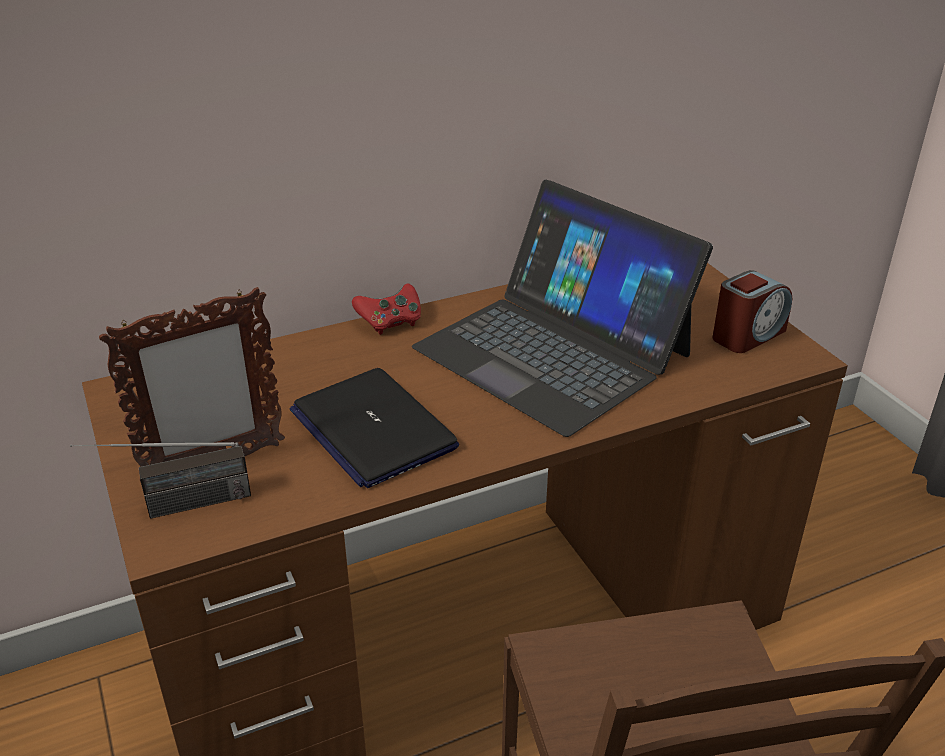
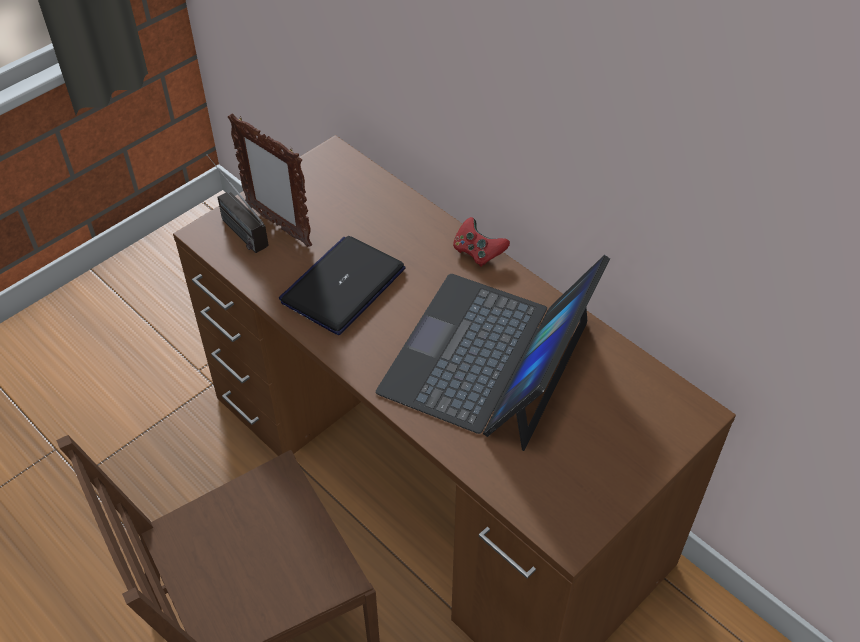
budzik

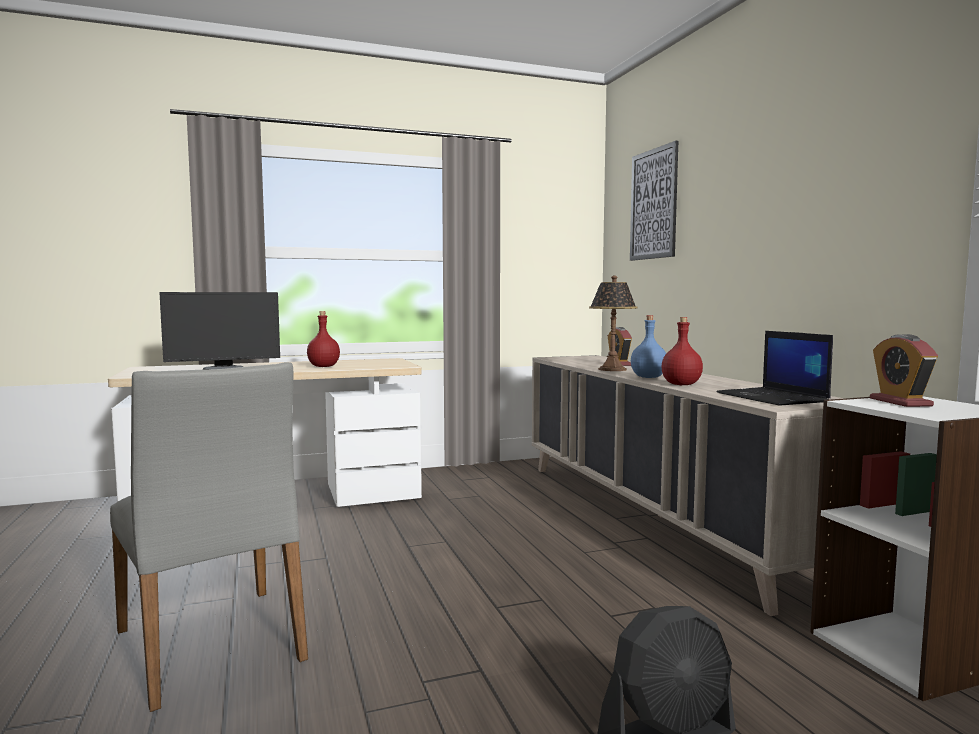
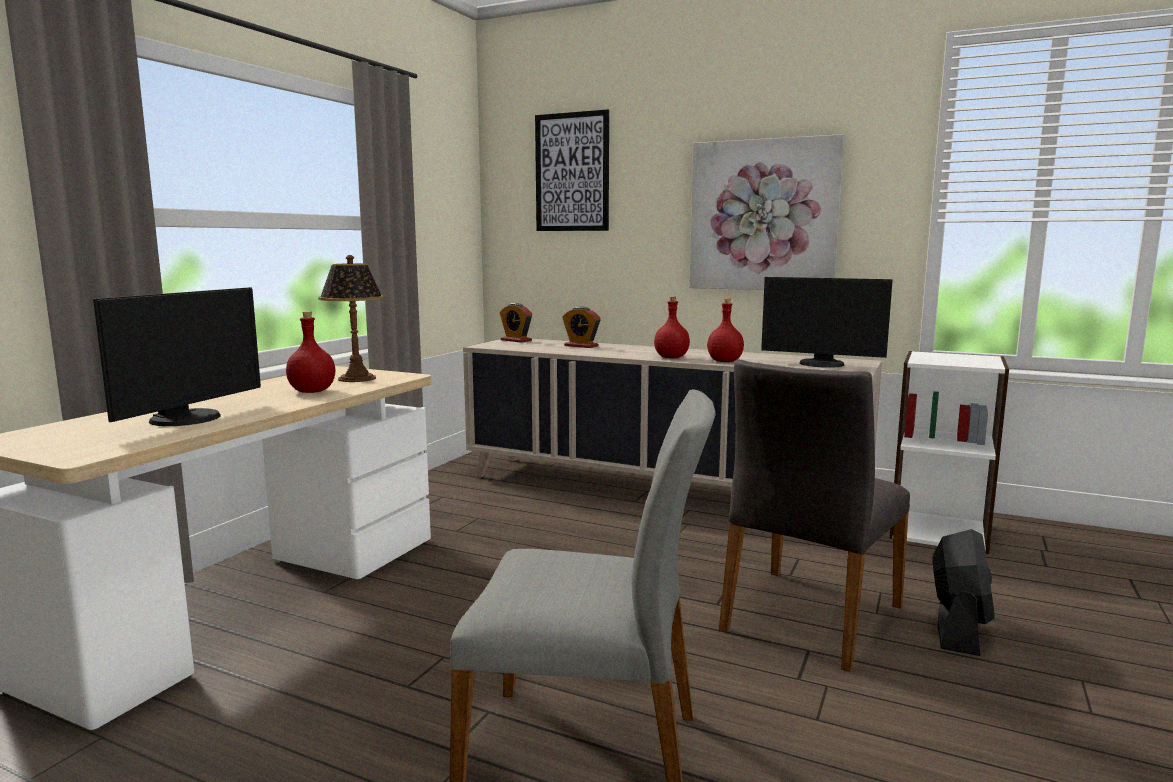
lampa stołowa
butelka (czerwony) (no. 2 from left)
monitor (no. 2 from left)
budzik (no. 1 from left)
obraz (no. 2 from left)
krzesło (szary) (no. 2 from left)

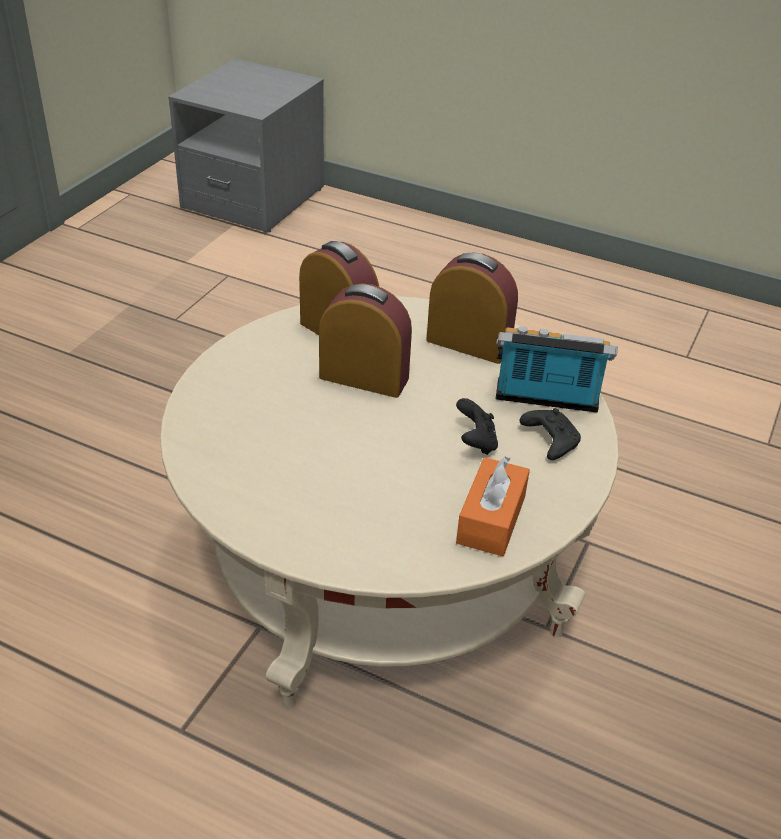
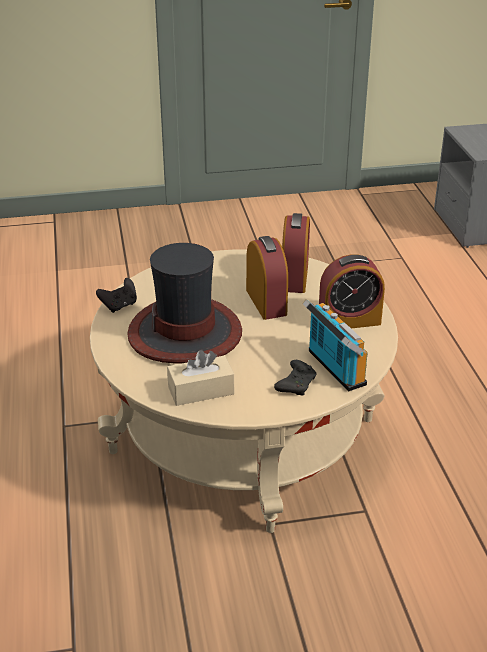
budzik (no. 3 from left)
pad do gier (czarny) (no. 1 from left)
pudełko chusteczek (beżowy)
kapelusz

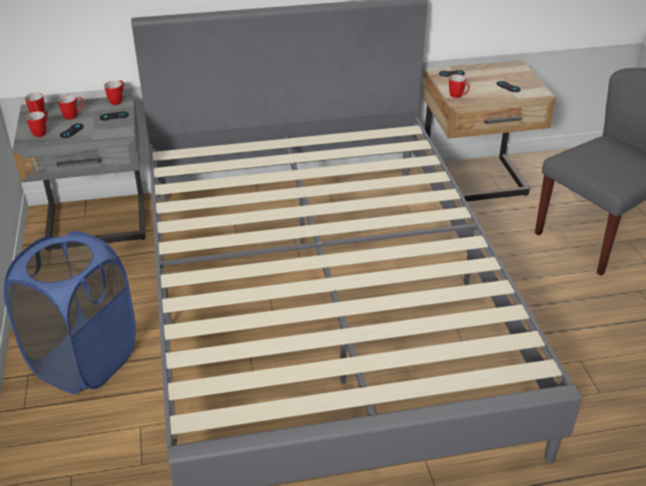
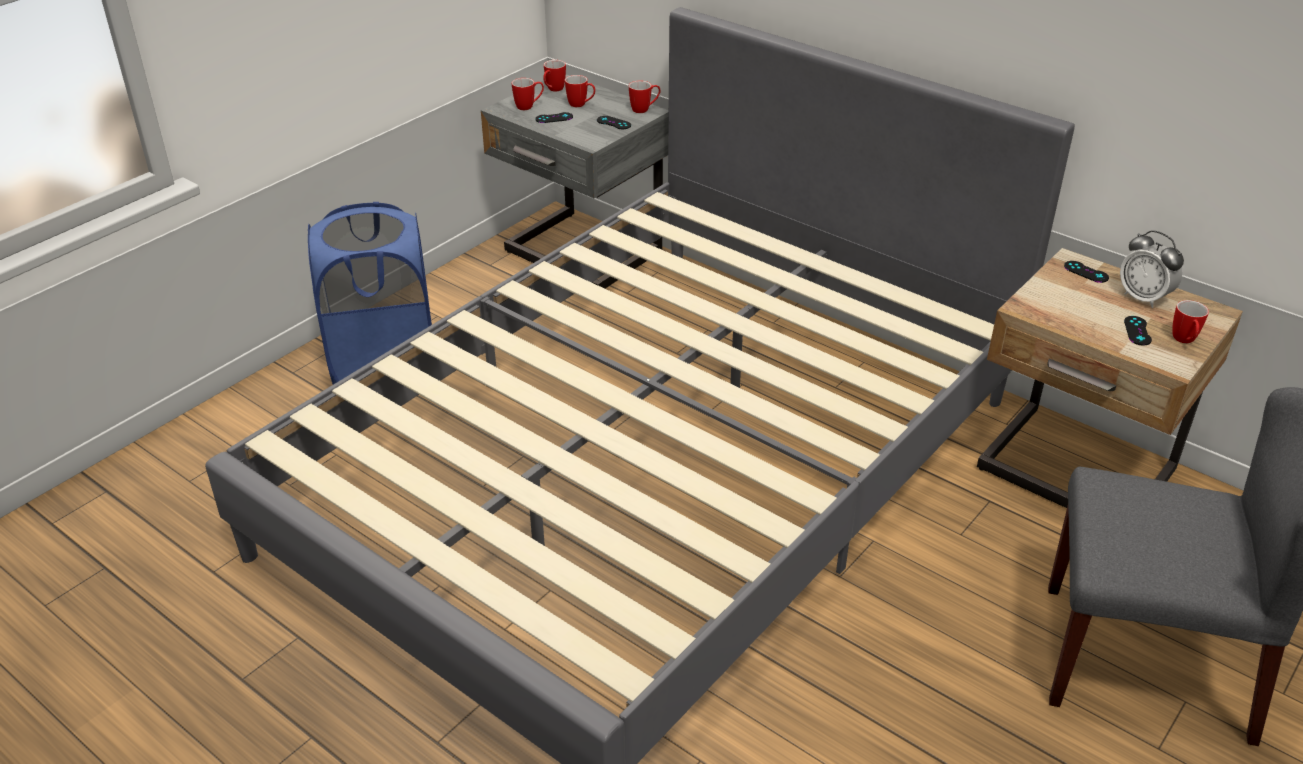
kubek (no. 5 from left)
budzik

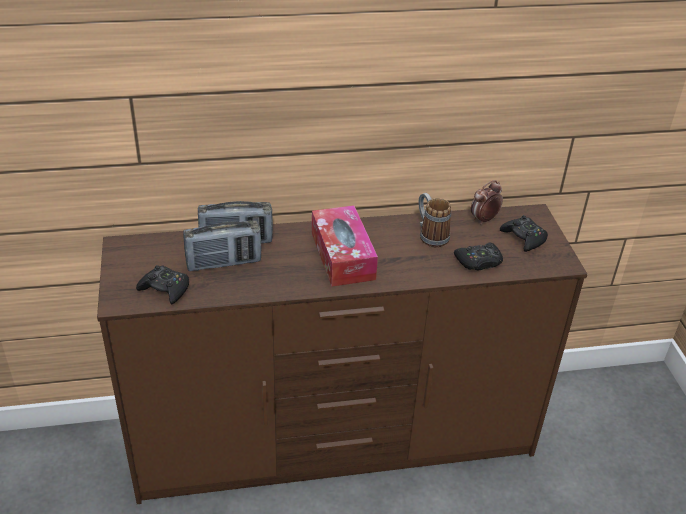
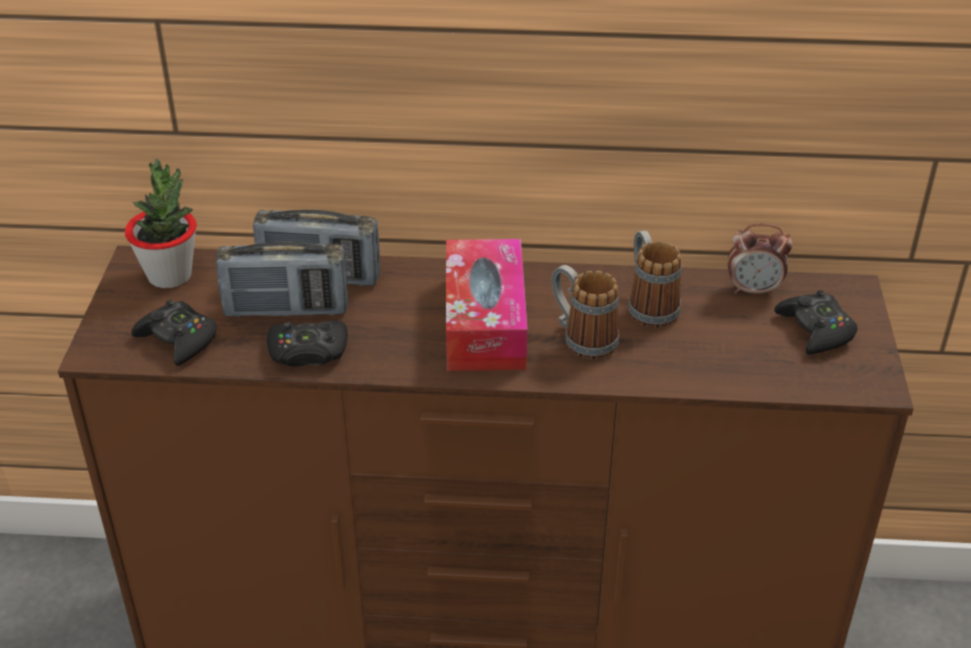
pad do gier (czarny) (no. 2 from left)
budzik
roślina doniczkowa
kubek (no. 1 from left)

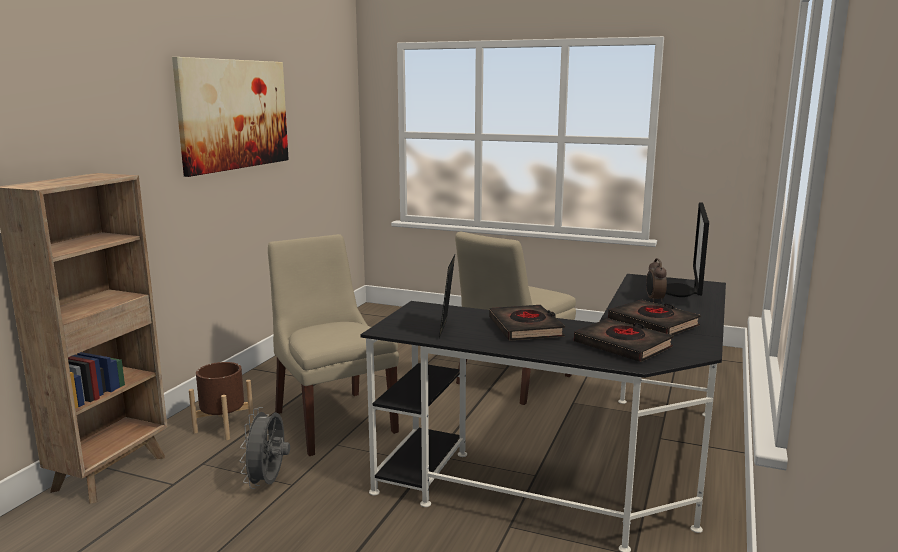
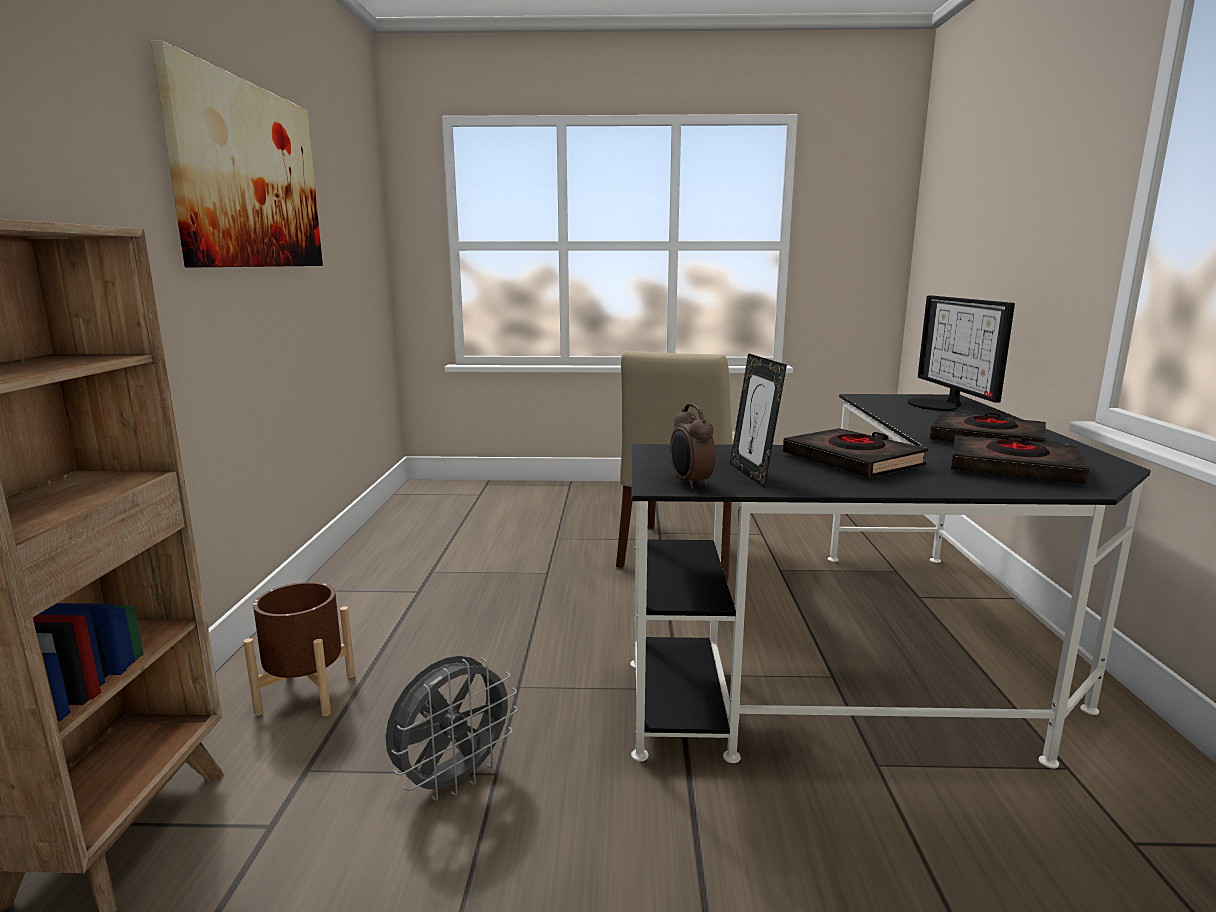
wentylator (szary)
krzesło (beżowy) (no. 1 from left in the first image)
budzik

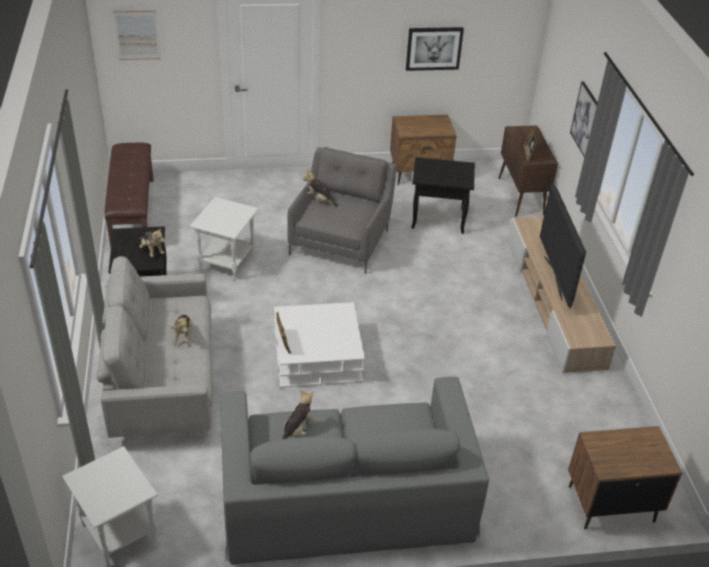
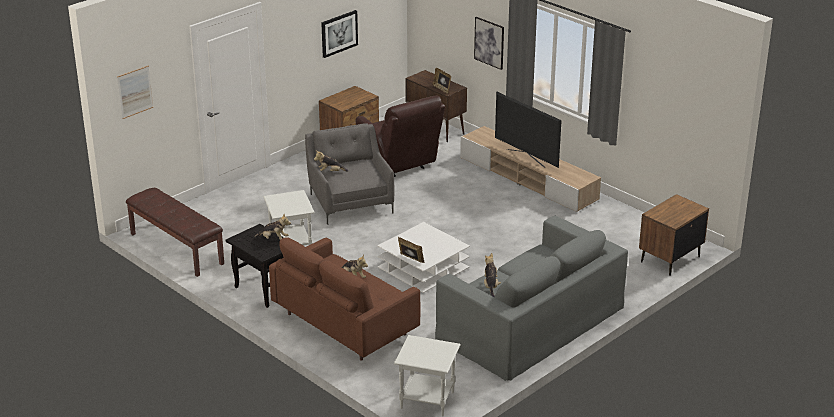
kanapa (brązowy)
fotel (brązowy)

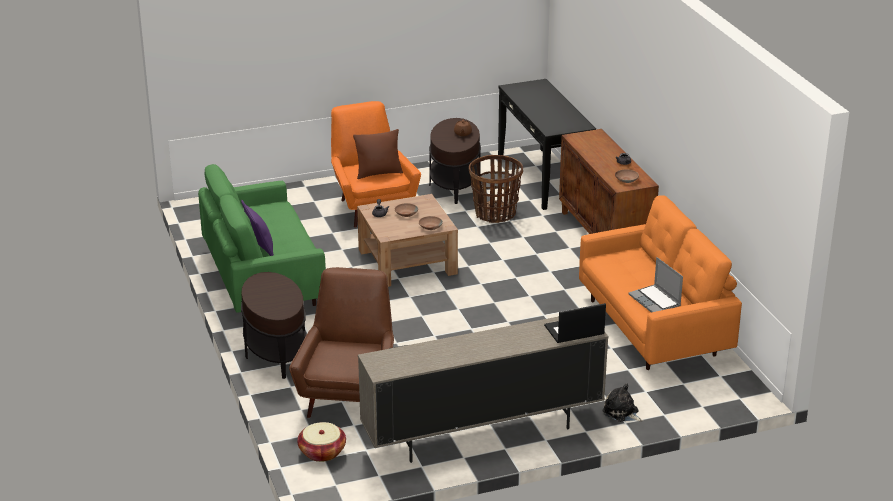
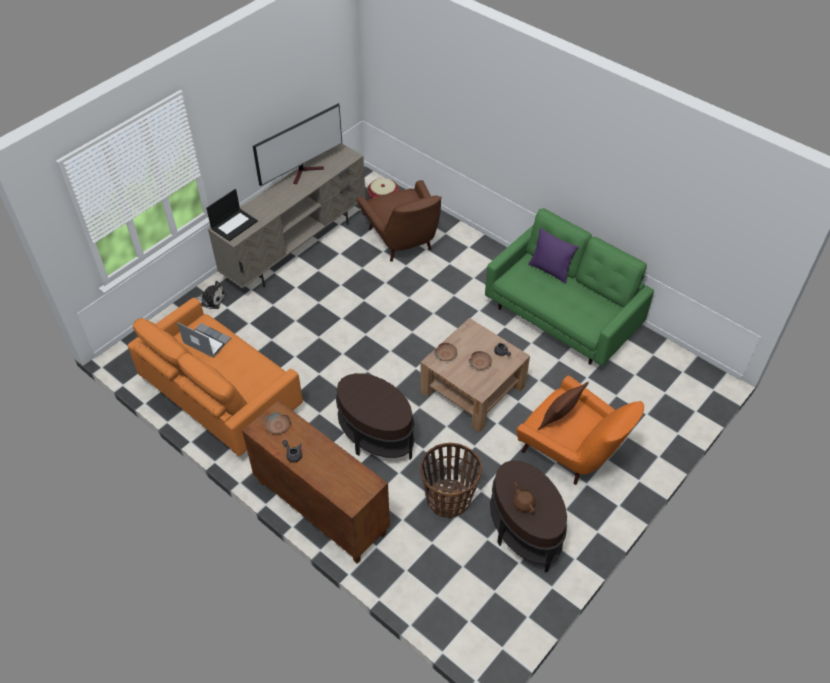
stolik (brązowy) (no. 1 from left)
stolik konsolowy (czarny)
telewizor

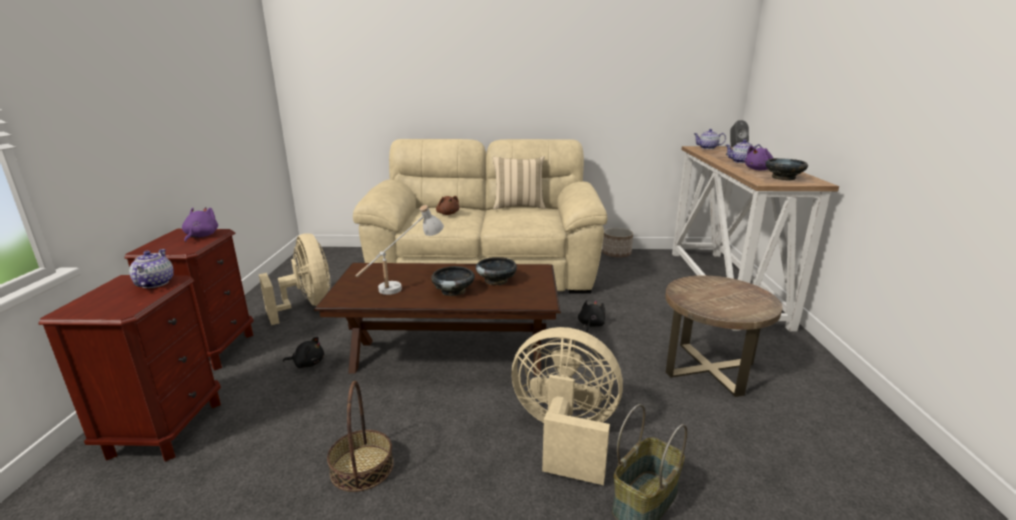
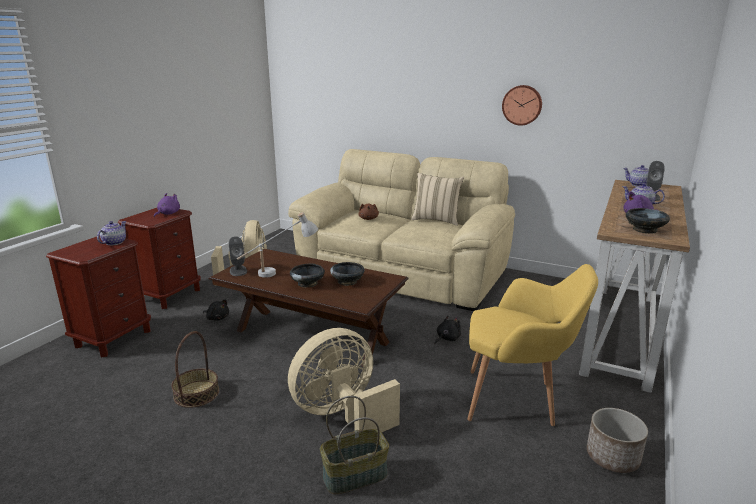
wentylator (beżowy) (no. 2 from left)
donica
fotel (żółty)
głośnik (szary) (no. 1 from left)
zegar ścienny

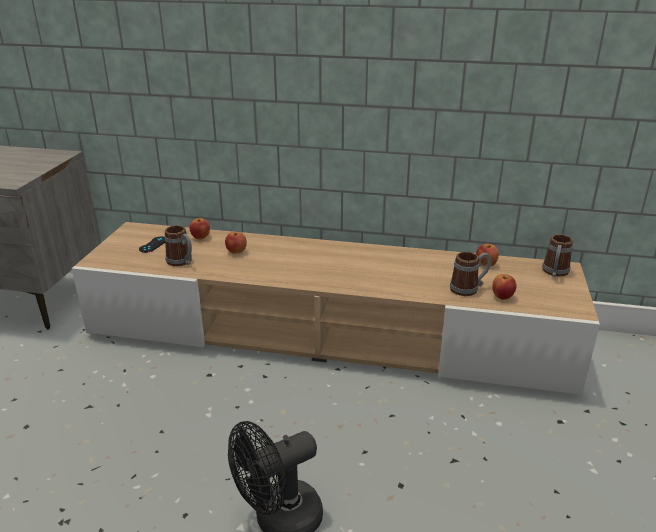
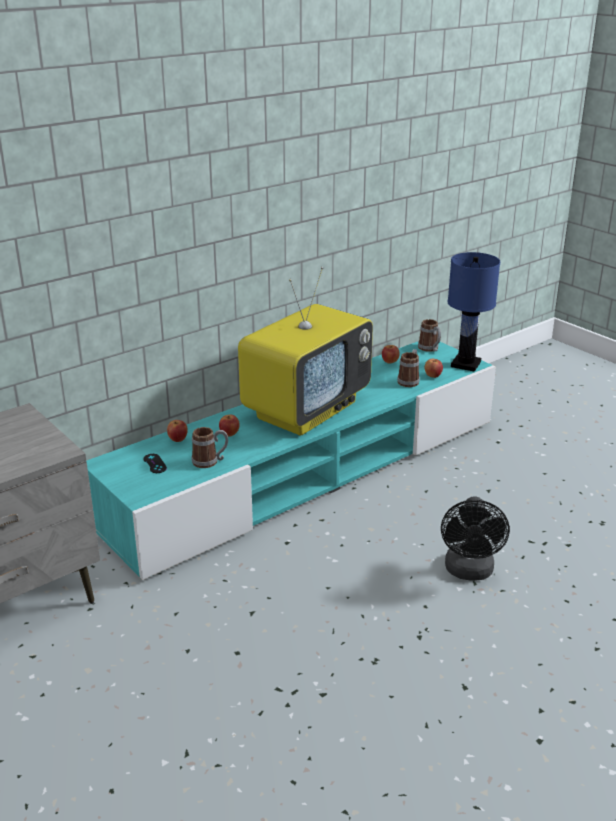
szafka pod telewizor (turkusowy)
telewizor
lampa stołowa (niebieski)

